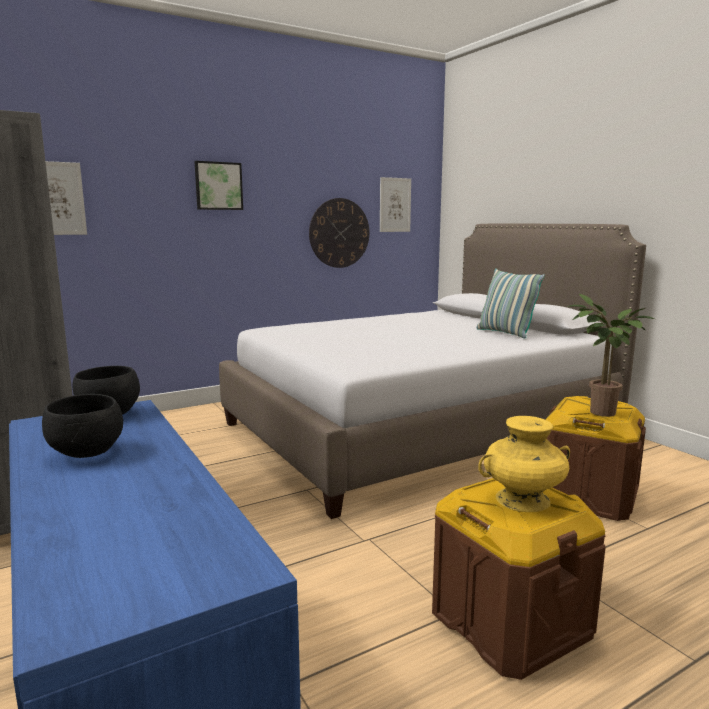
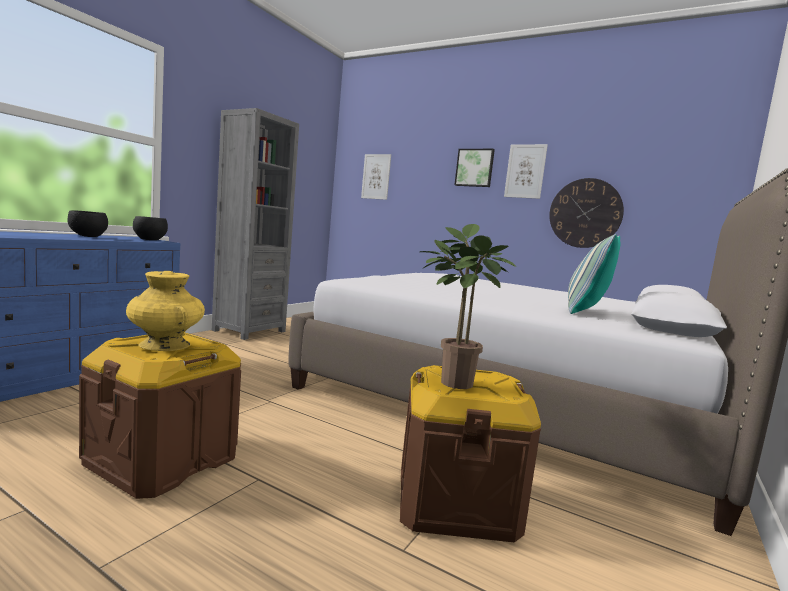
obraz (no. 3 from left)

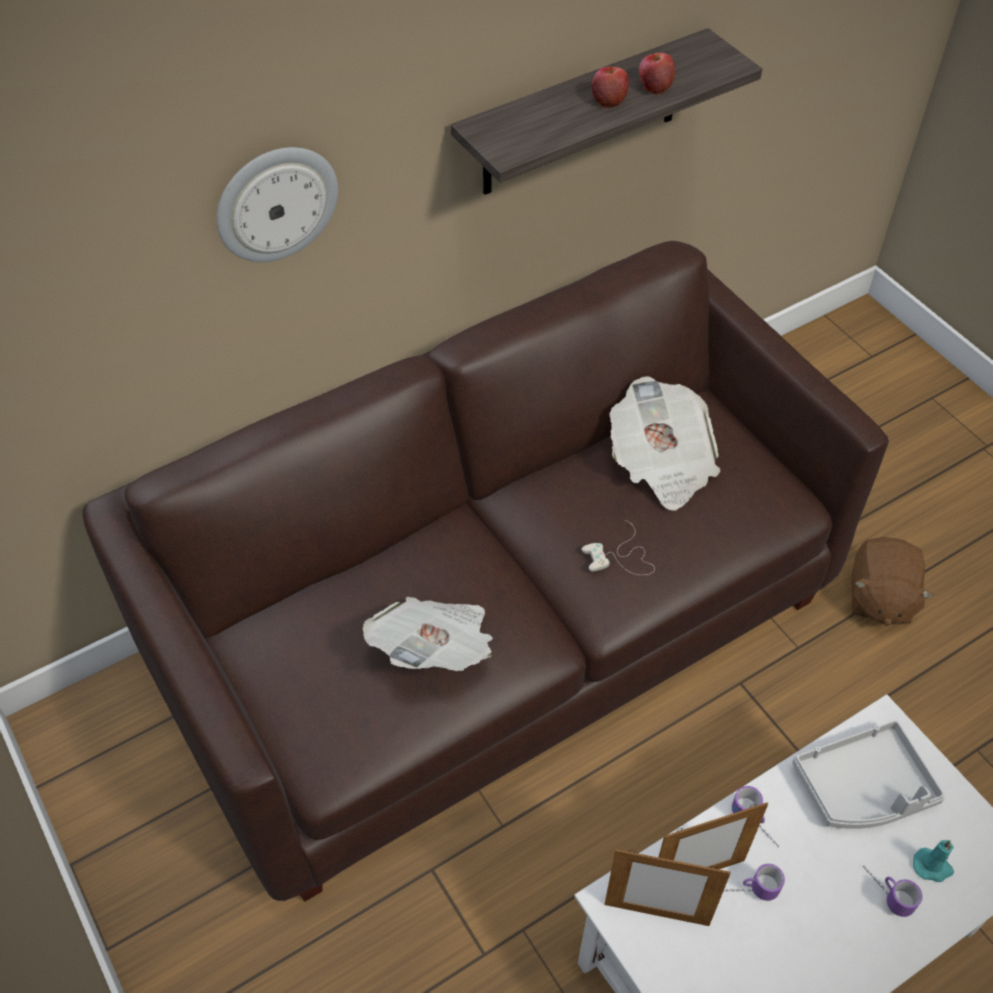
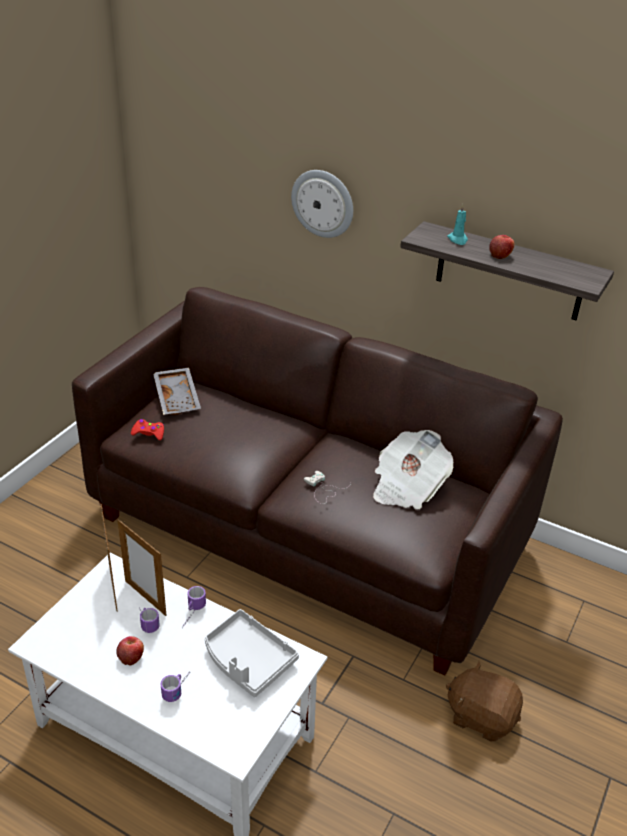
gazeta (no. 1 from left in the first image)
jabłko (no. 1 from left)
pluszak (brązowy)
świeca (turkusowy)
pad do gier (czerwony)
taca (szary) (no. 1 from left)

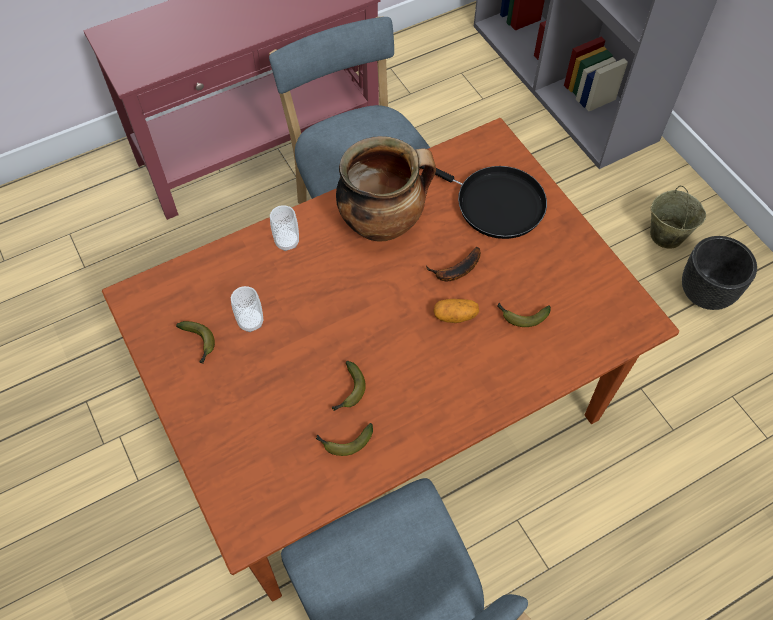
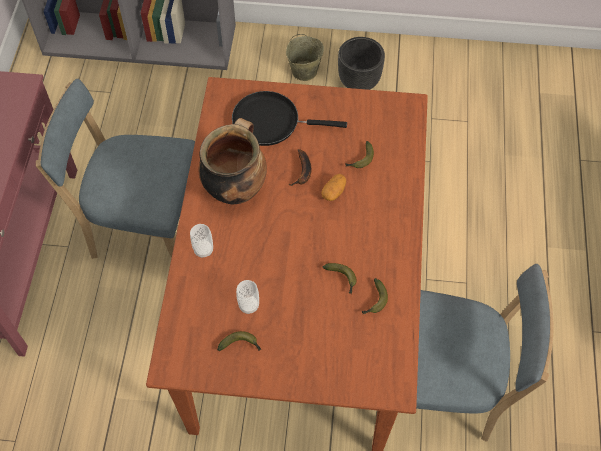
patelnia (czarny)

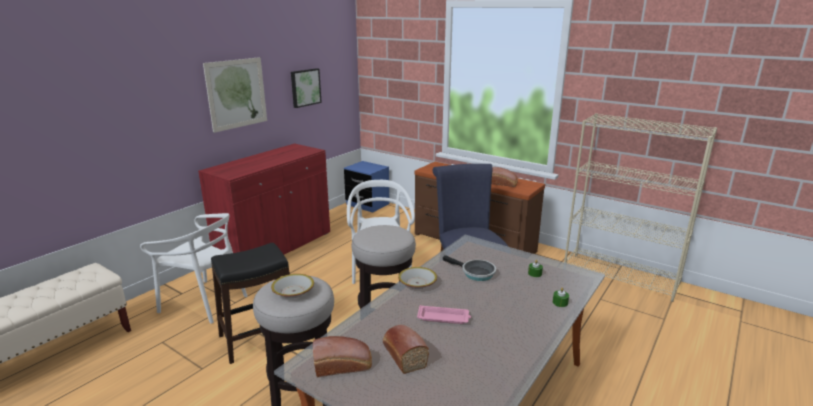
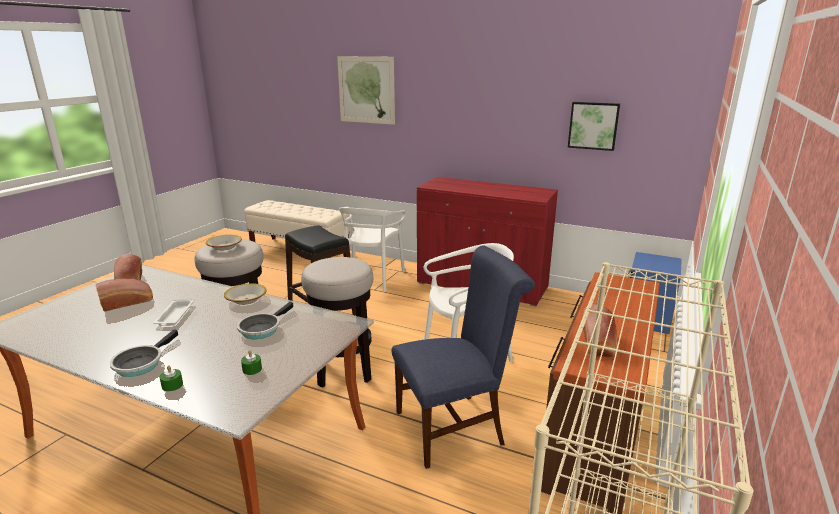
obraz (no. 1 from left)
taca (biały)
patelnia (no. 1 from left)

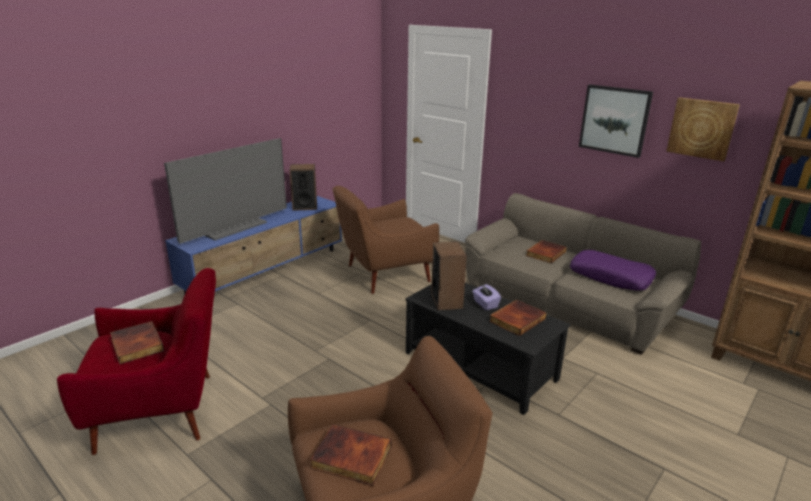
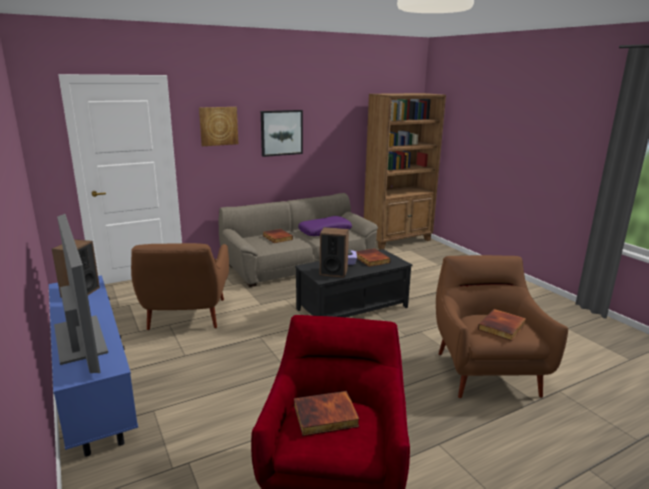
obraz (no. 1 from left)

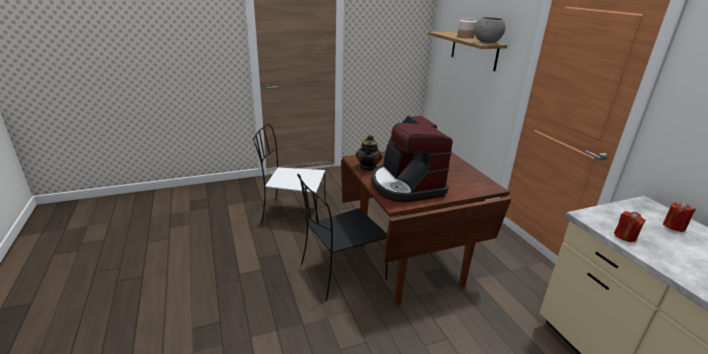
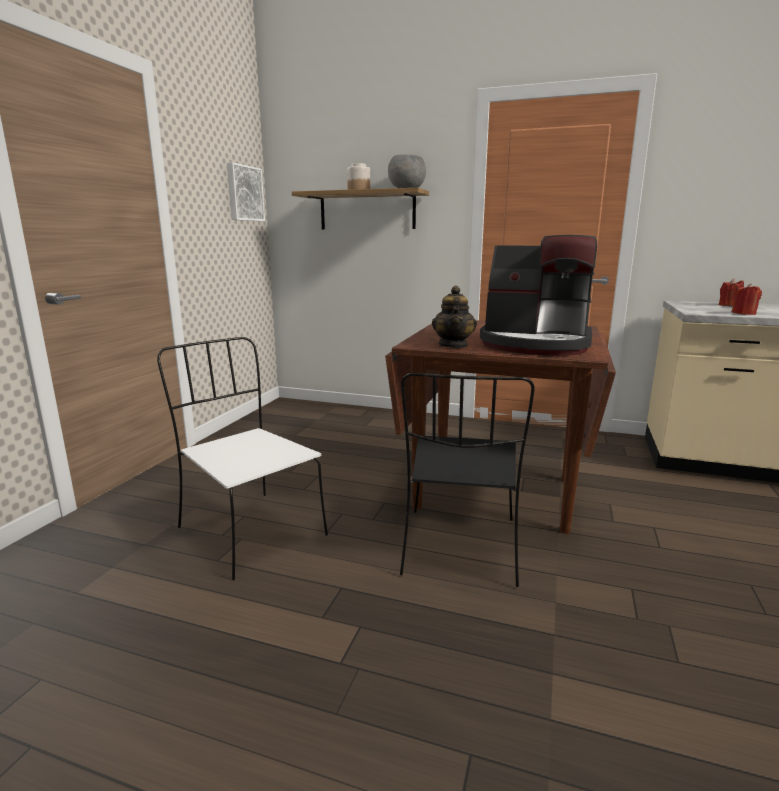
krzesło (biały)
imbryk
obraz

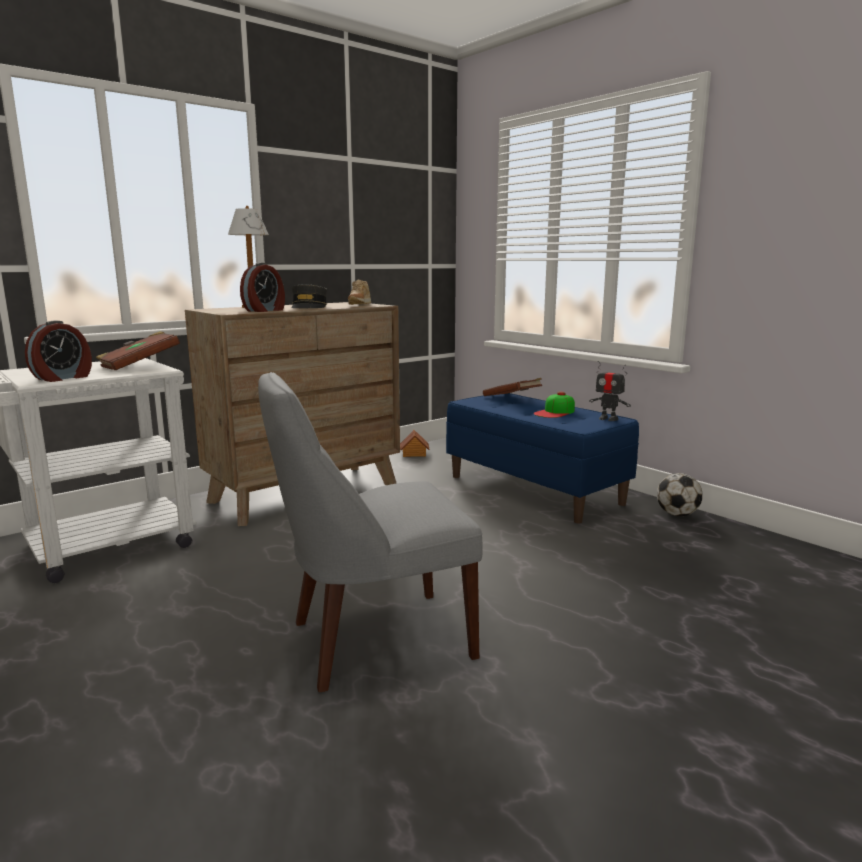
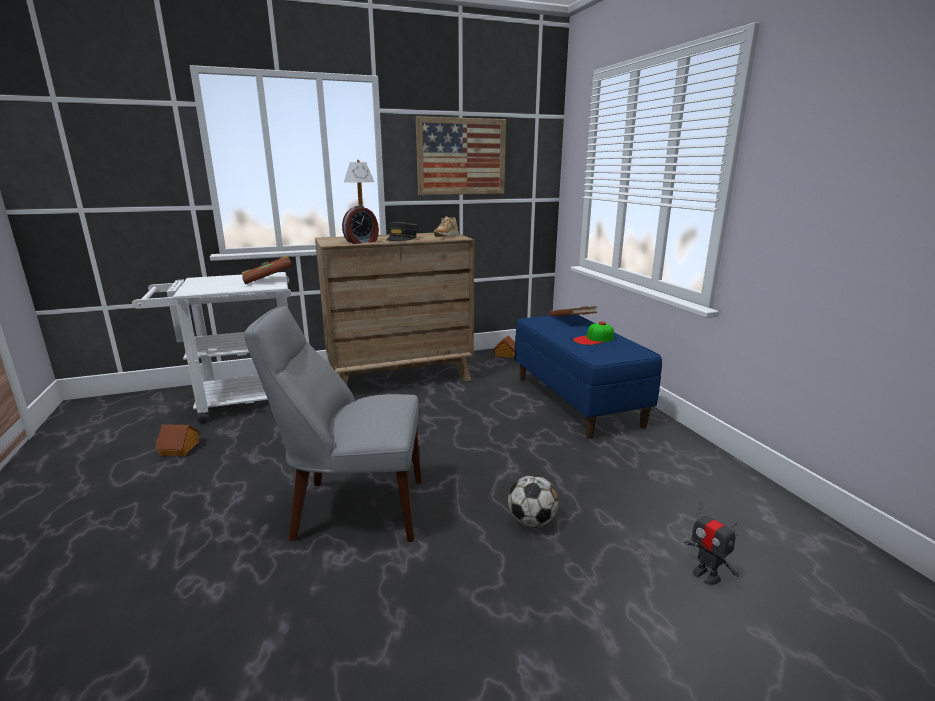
budzik (no. 1 from left in the first image)
robot zabawkowy
piłka futbolowa
domek (no. 1 from left)
obraz

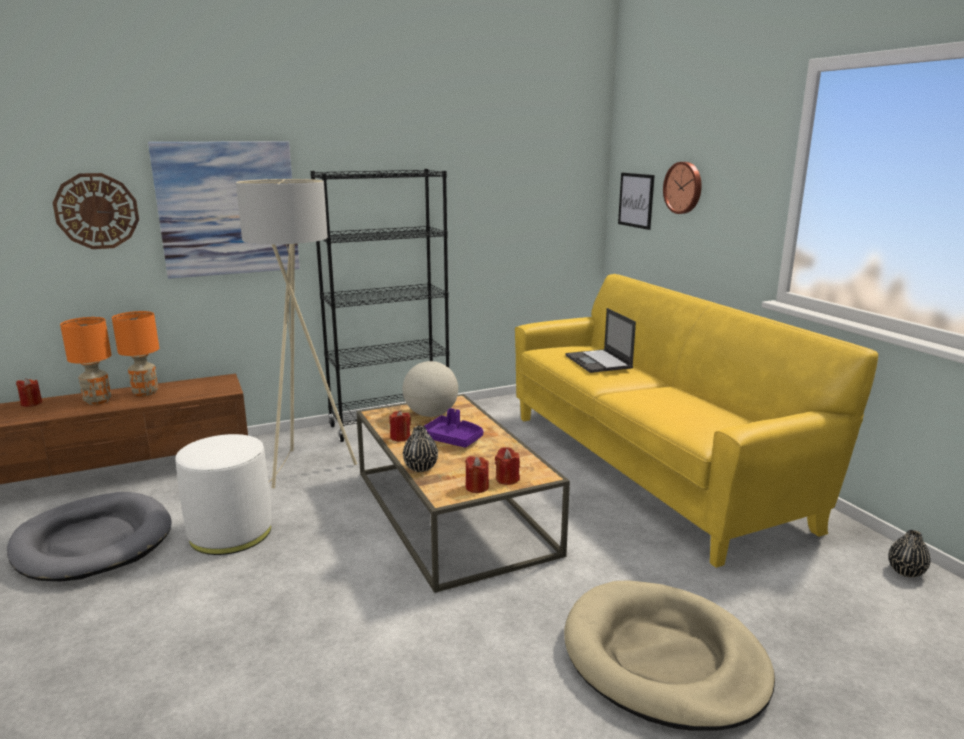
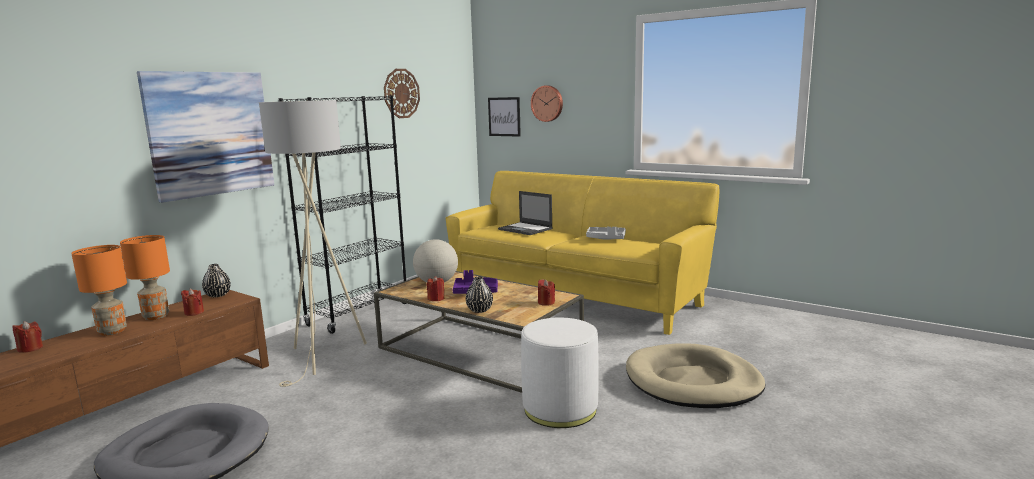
zegar ścienny (no. 1 from left)
pufa (biały)
świeca (czerwony) (no. 2 from left)
wazon (czarny) (no. 1 from left)
taca (szary)

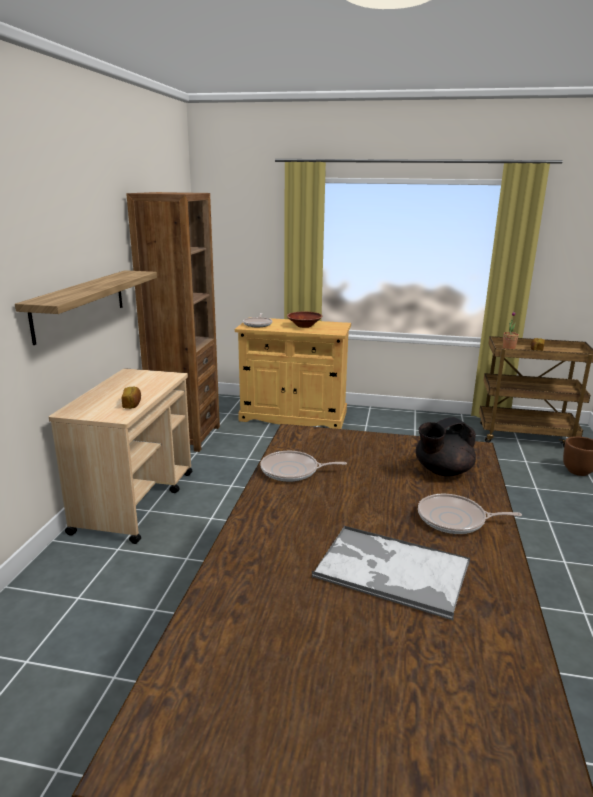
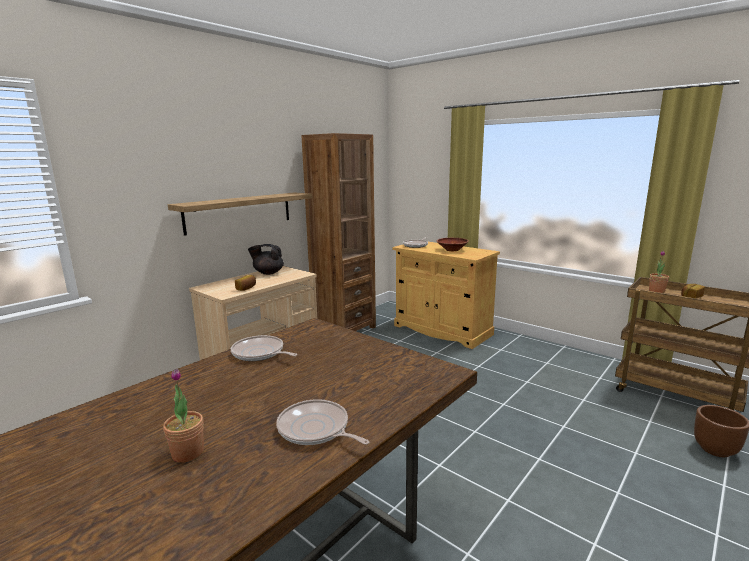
roślina doniczkowa (no. 1 from left)
imbryk (czarny)

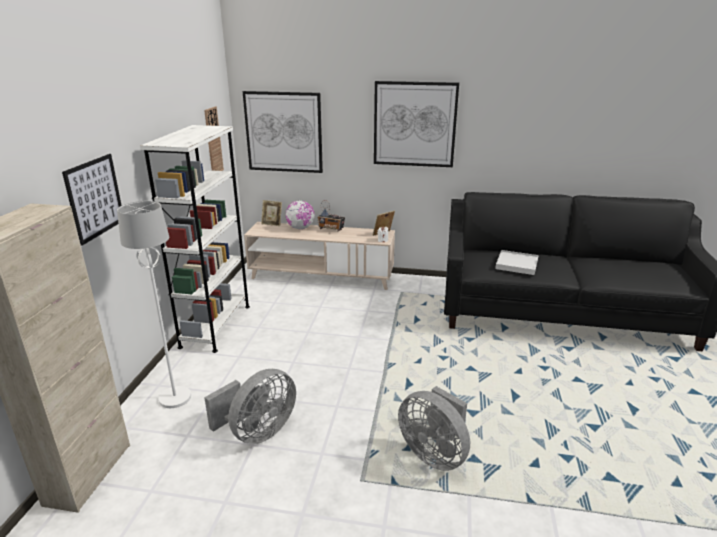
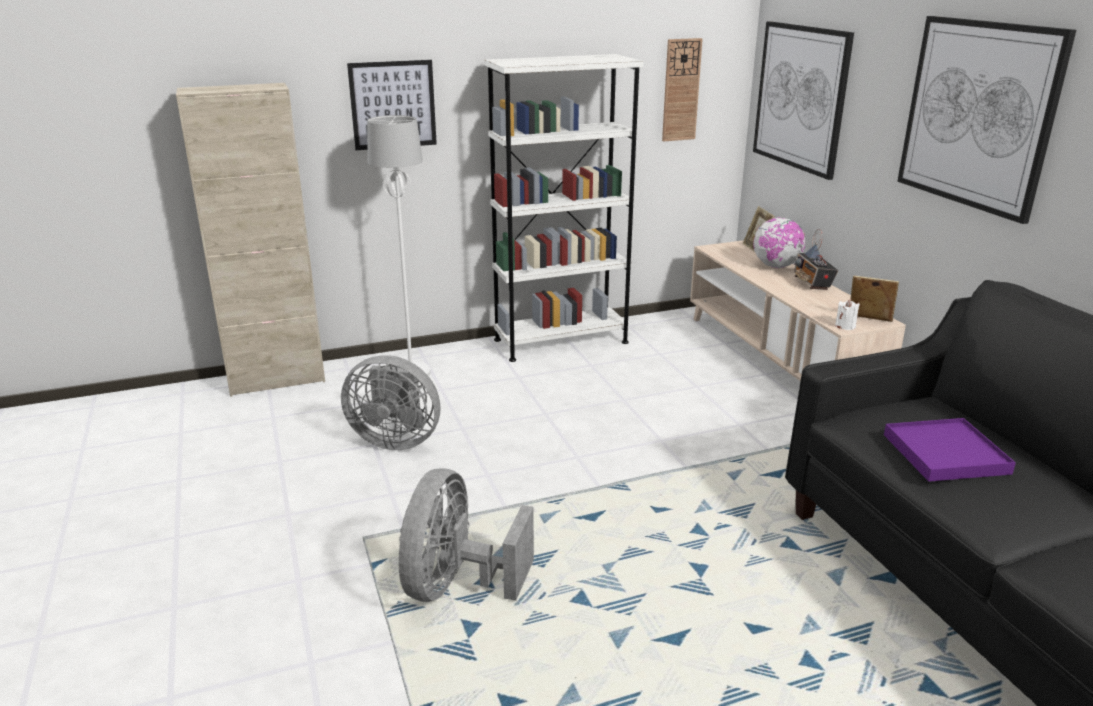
taca (fioletowy)

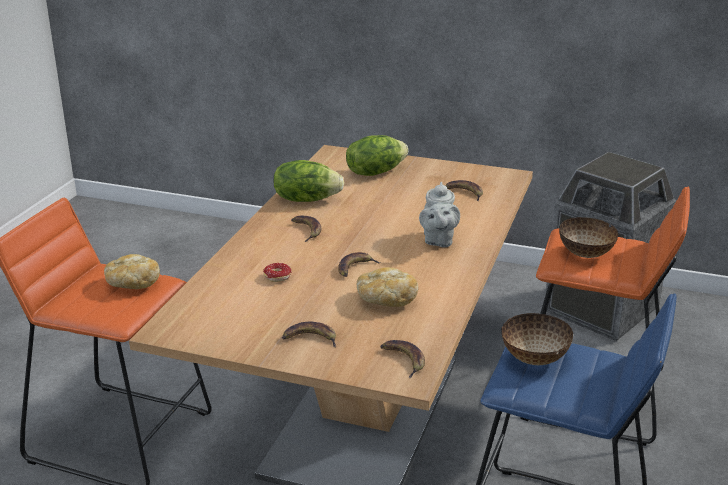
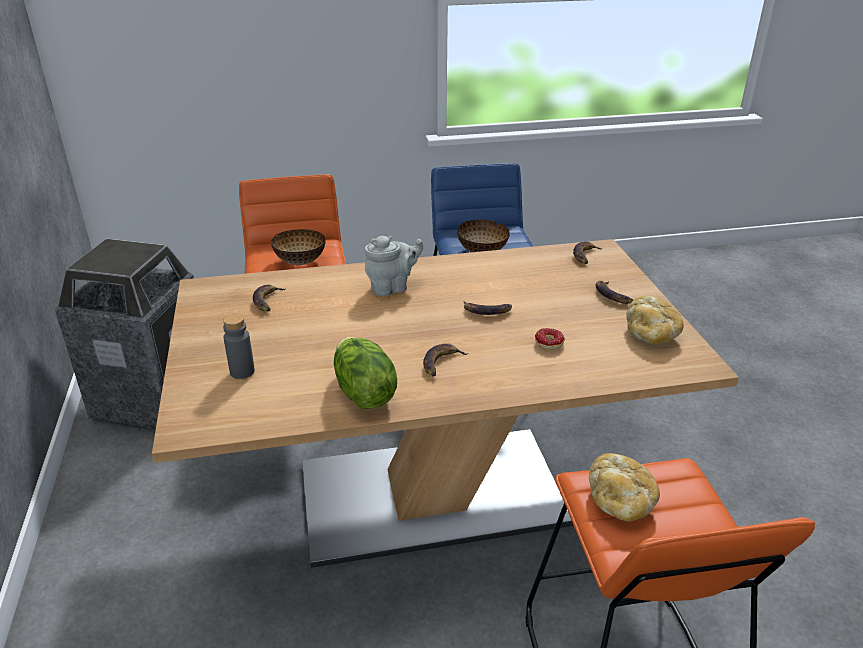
butelka (szary)
chleb (no. 2 from left)

